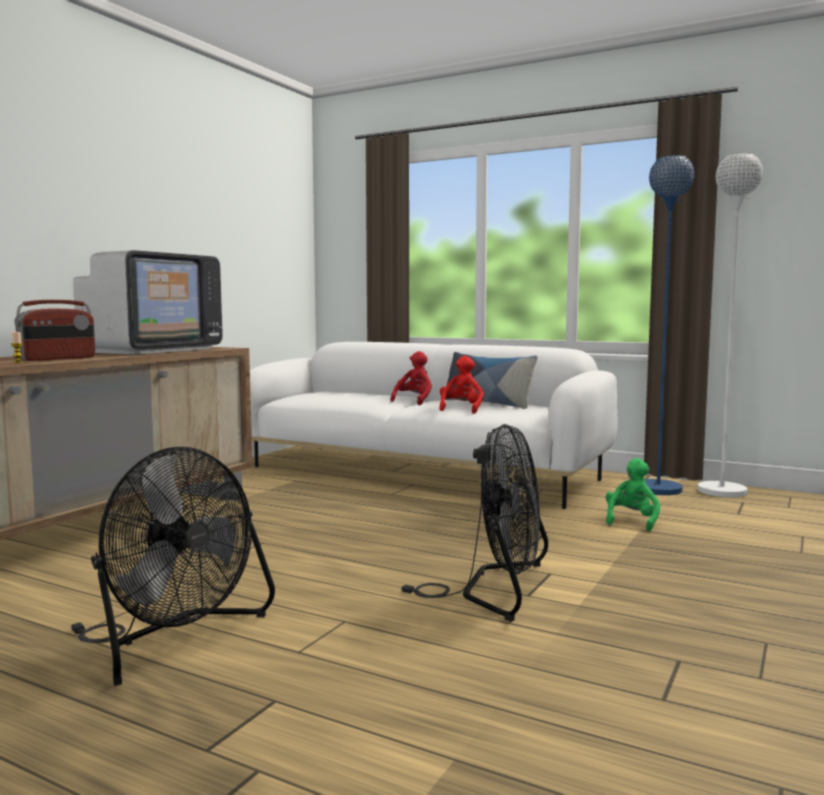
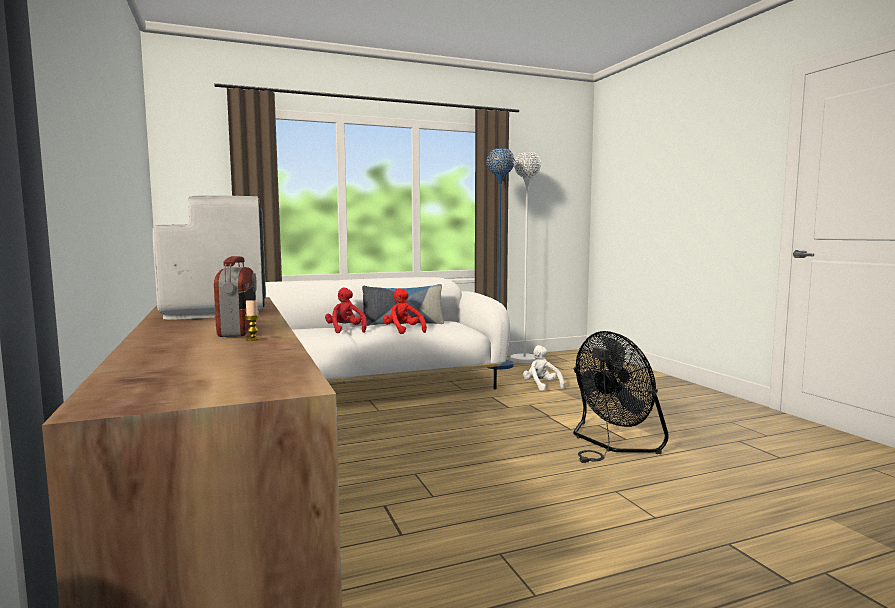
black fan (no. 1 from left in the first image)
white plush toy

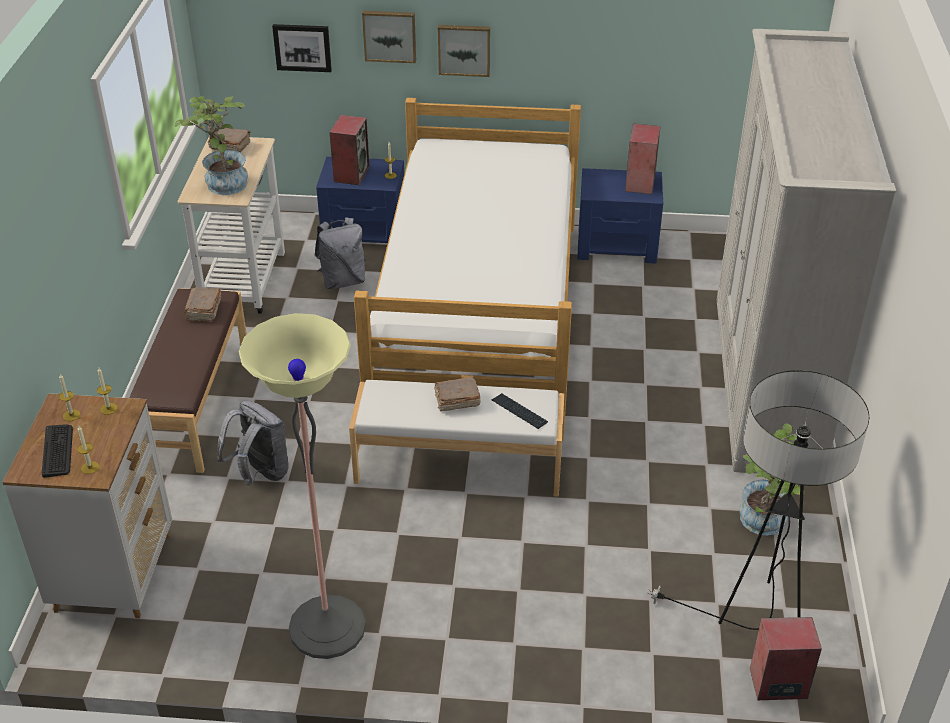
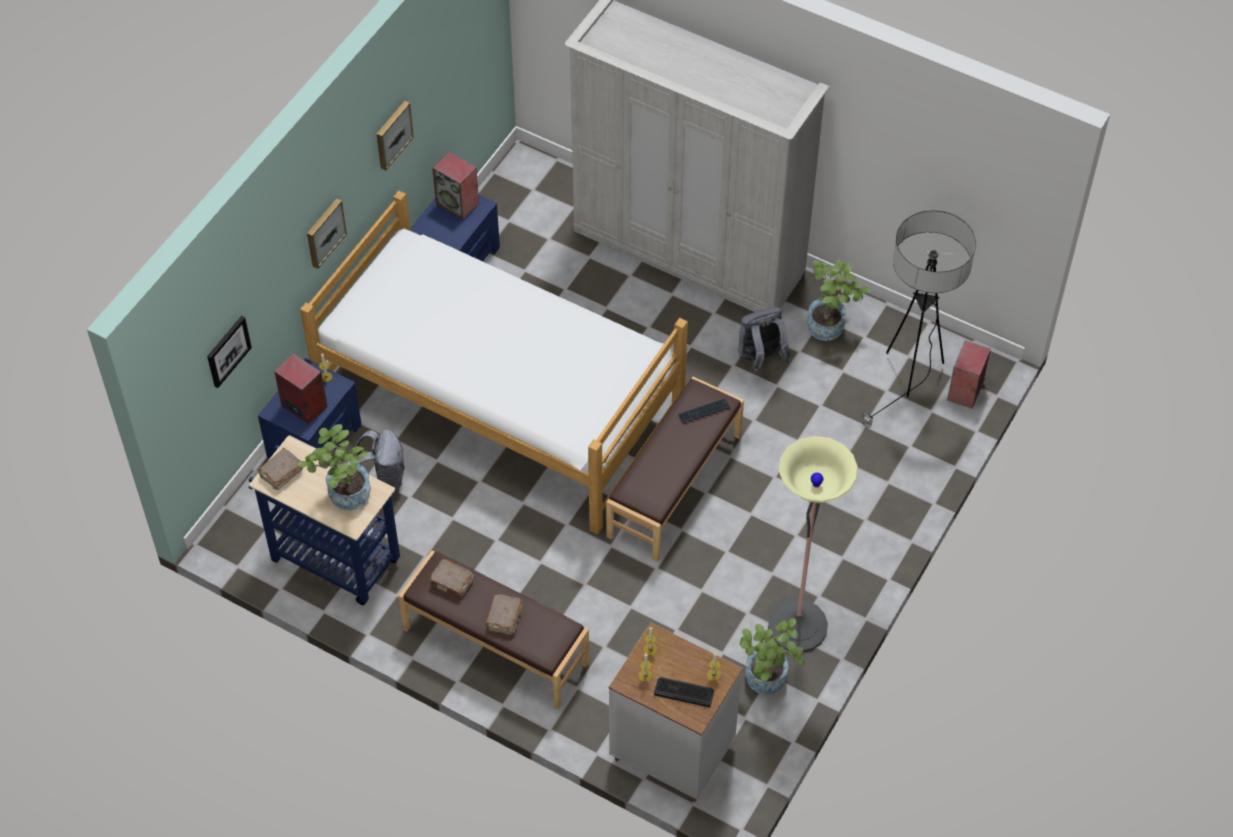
blue cart
grey backpack (no. 2 from left)
brown bench (no. 2 from left)
picture (no. 3 from left)
brown book (no. 3 from left)
potted plant (no. 2 from left)

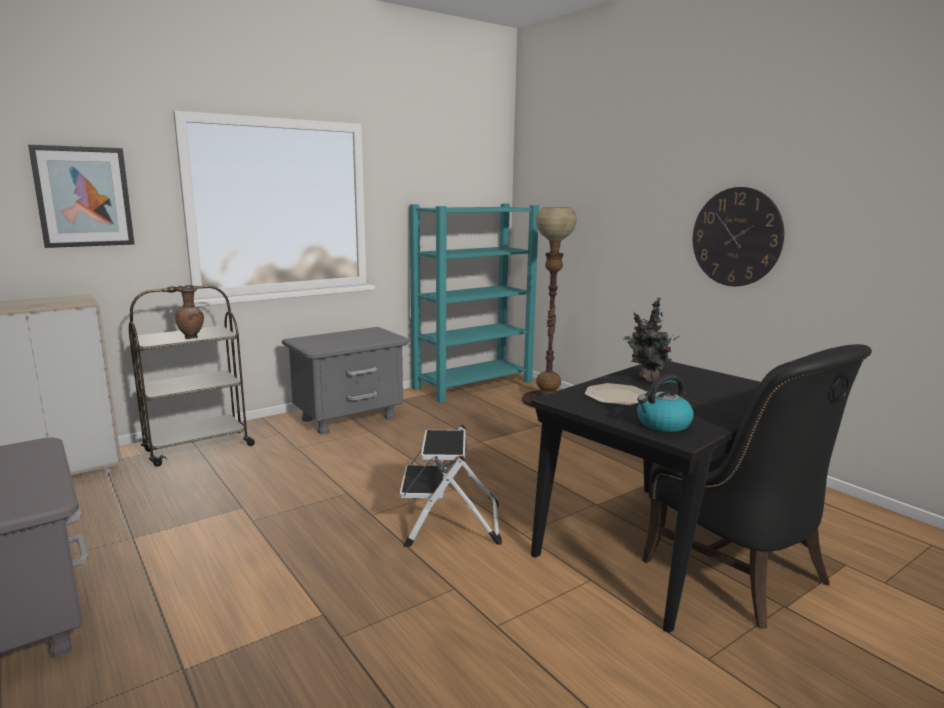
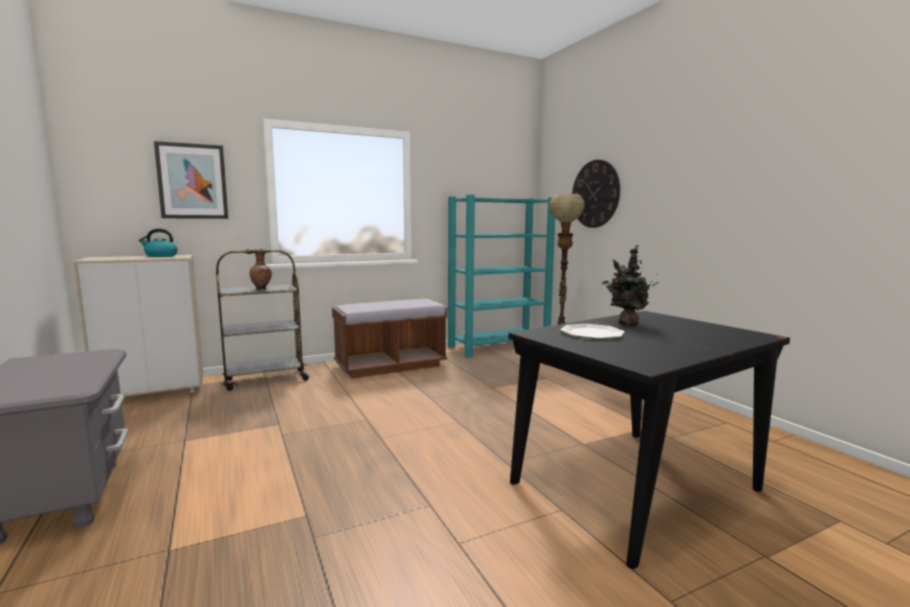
brown bench
step ladder
kettle
black chair
wall clock

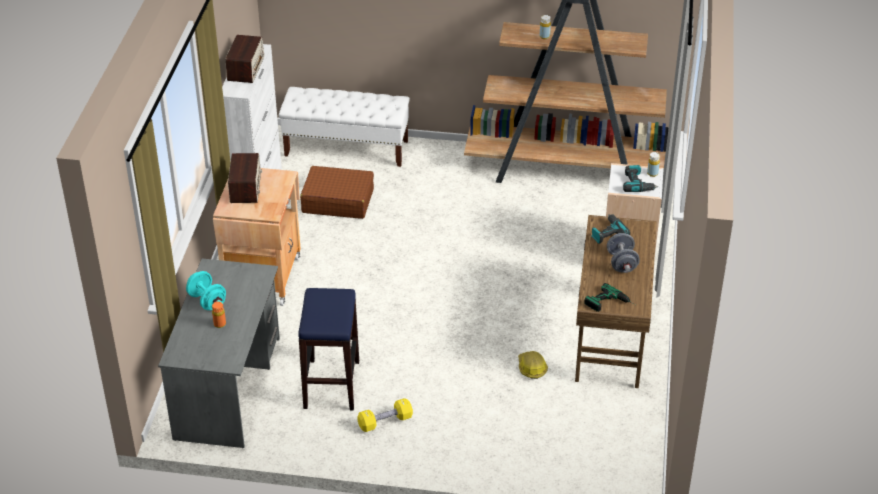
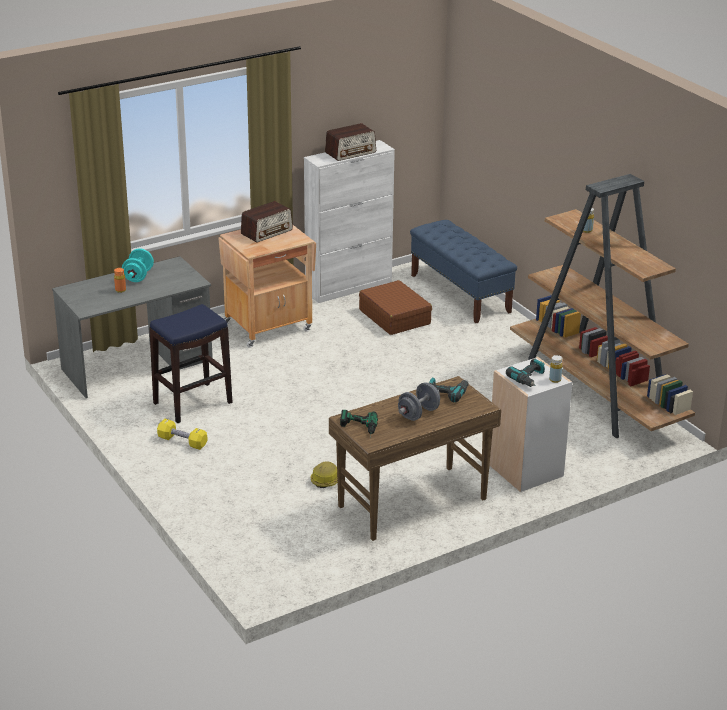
blue bench

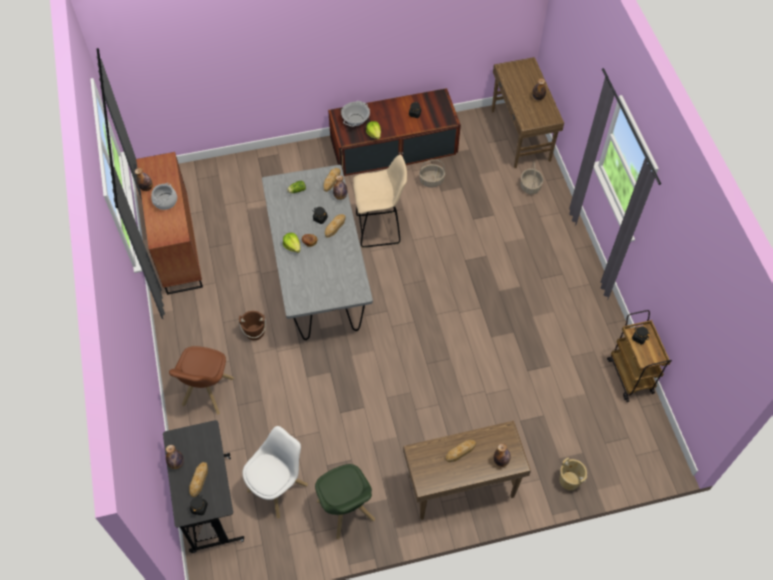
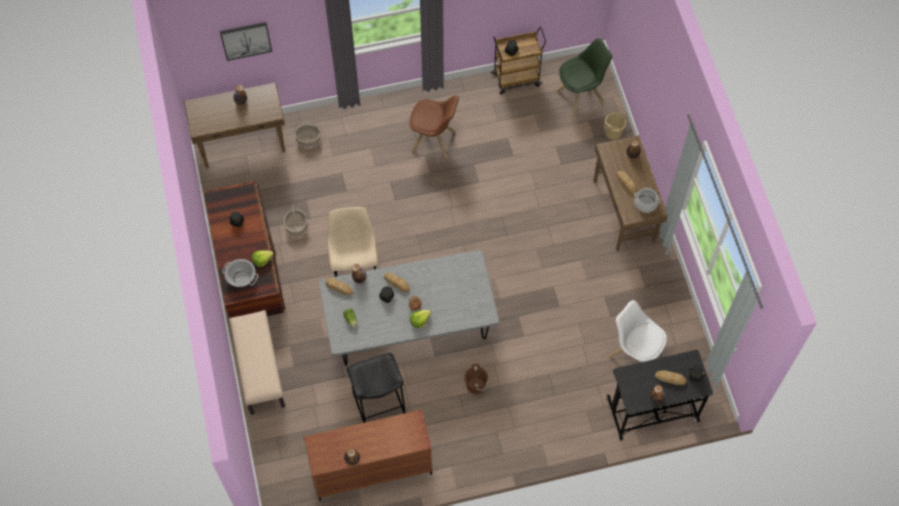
cooking pot (no. 2 from left)
brown chair
green chair
picture
beige bench
black stool

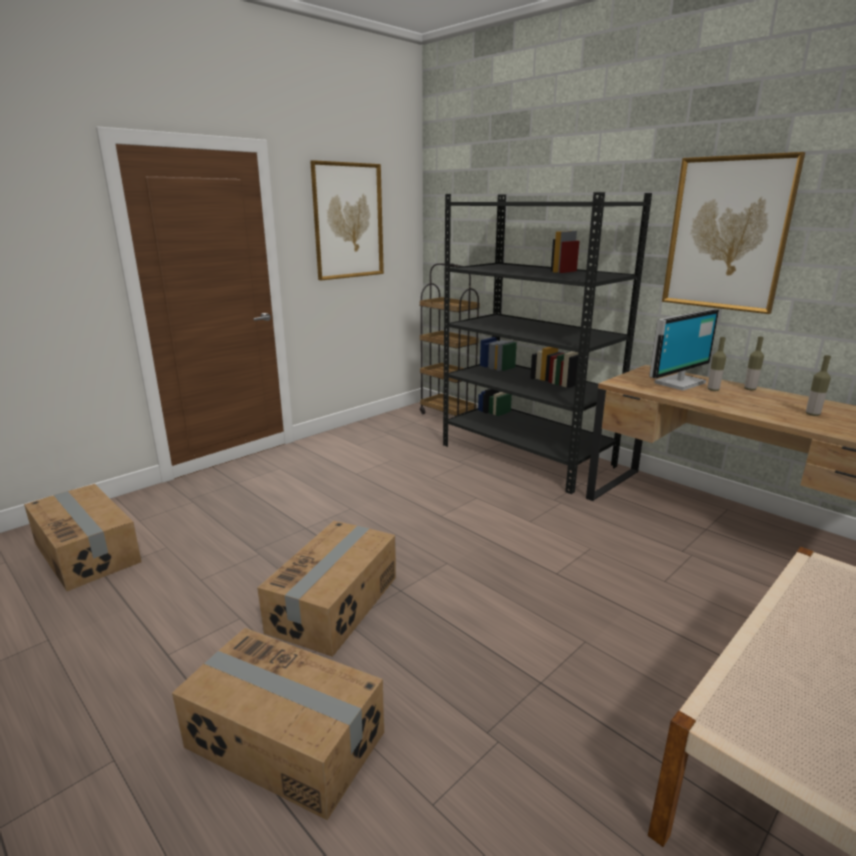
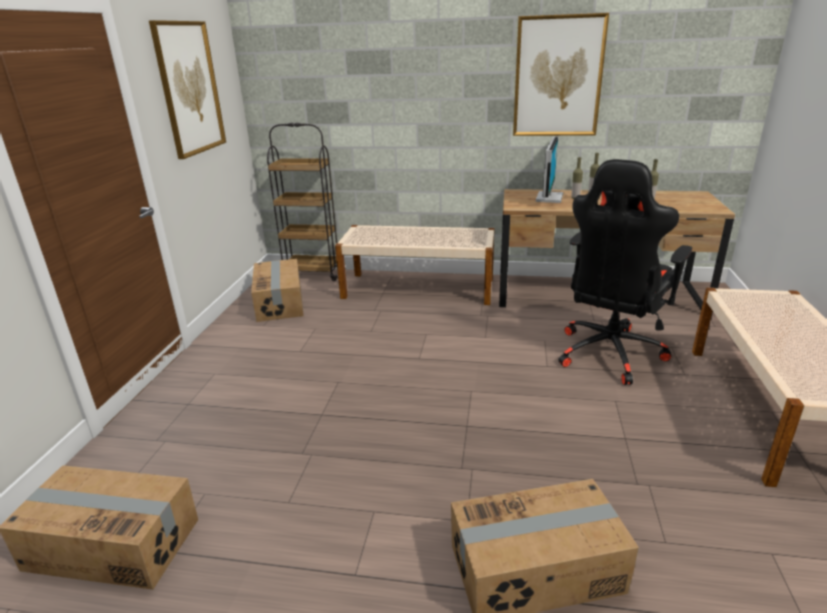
cardboard box (no. 2 from left)
beige bench (no. 1 from left)
black office chair

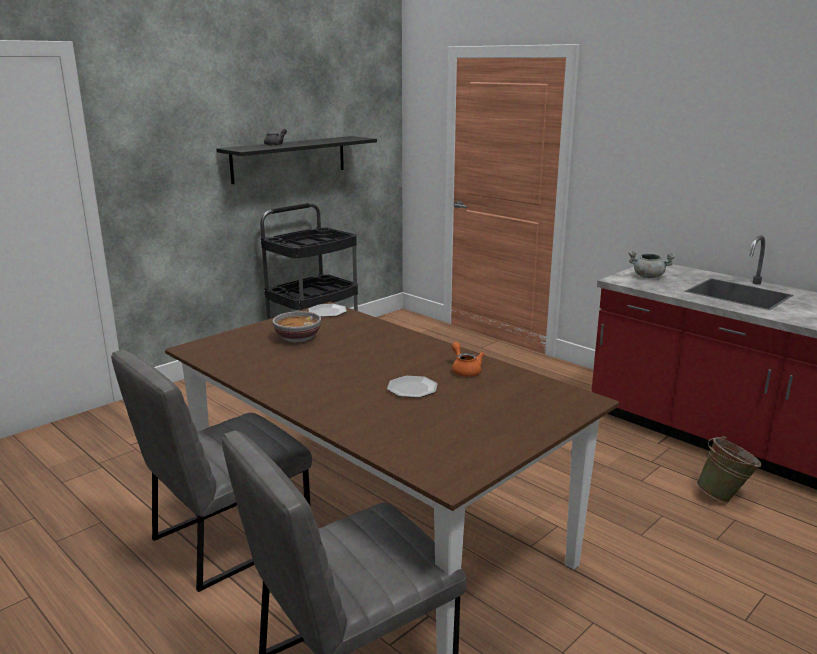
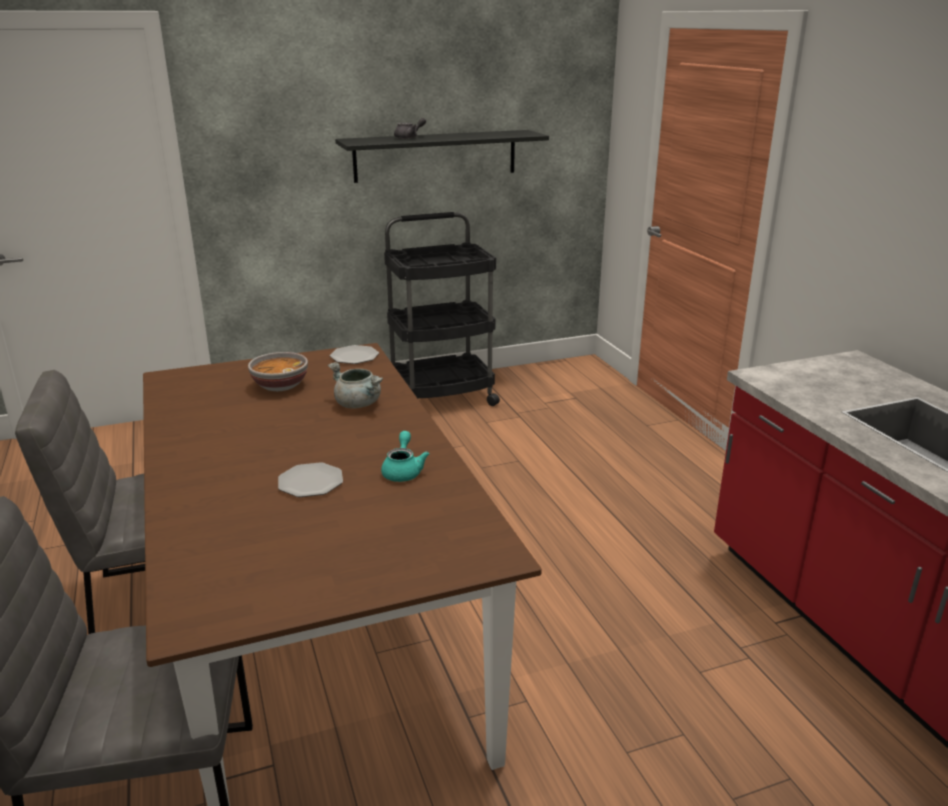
turquoise teapot
grey cooking pot
green bucket

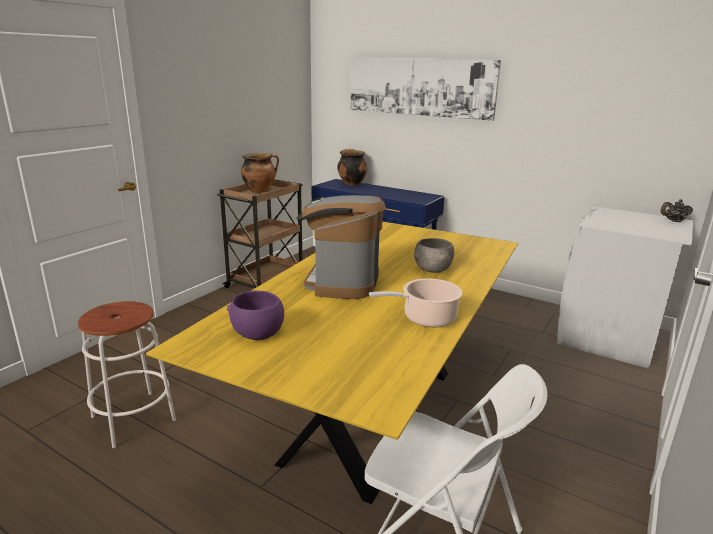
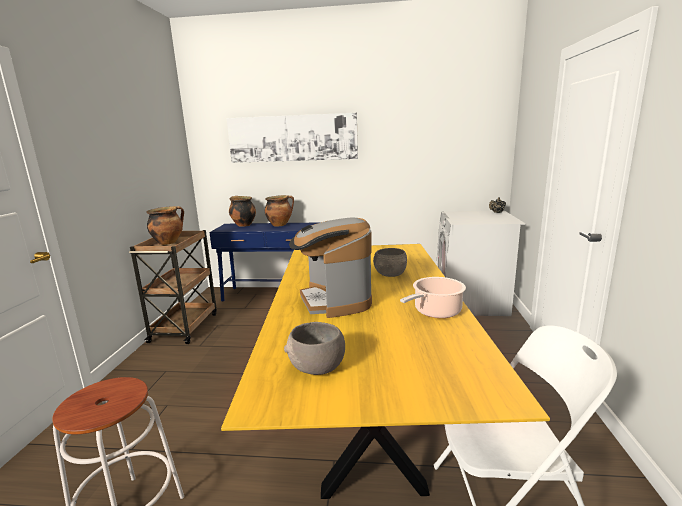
grey bowl (no. 1 from left)
cooking pot (no. 3 from left)

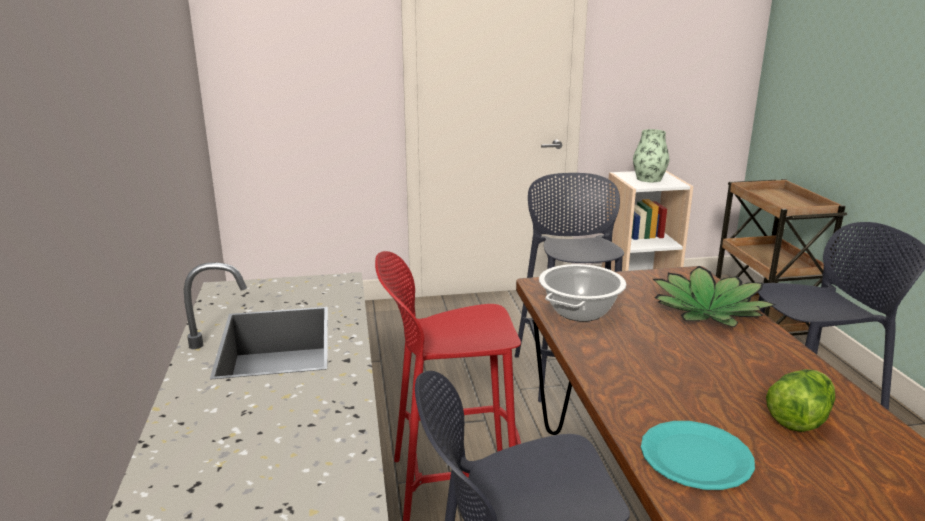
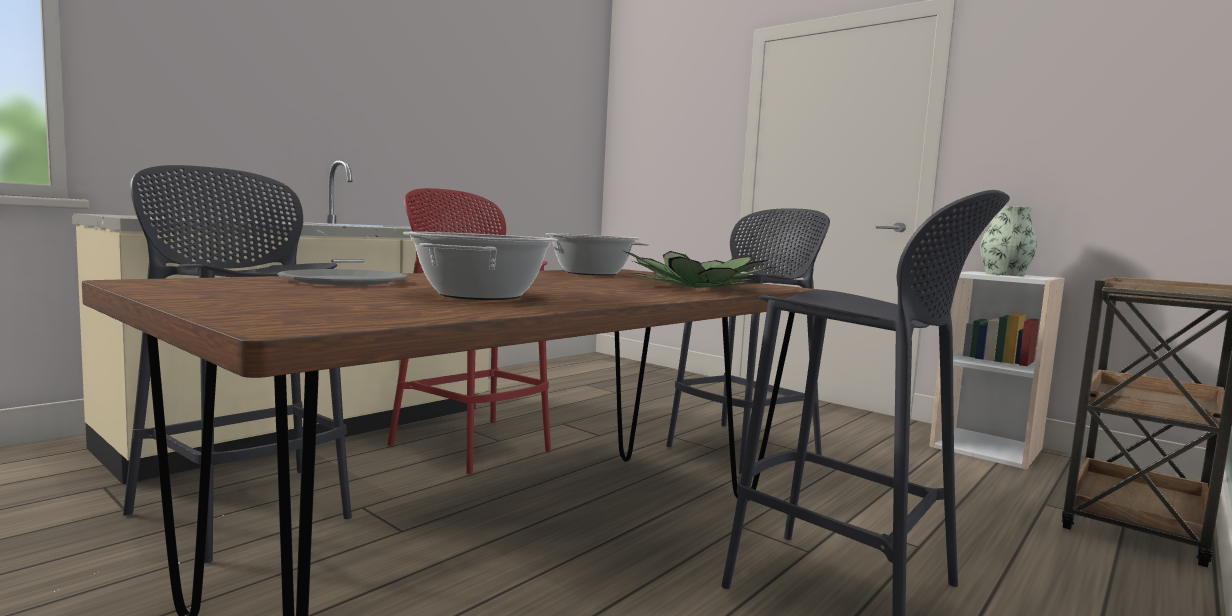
grey plate
cooking pot (no. 1 from left)

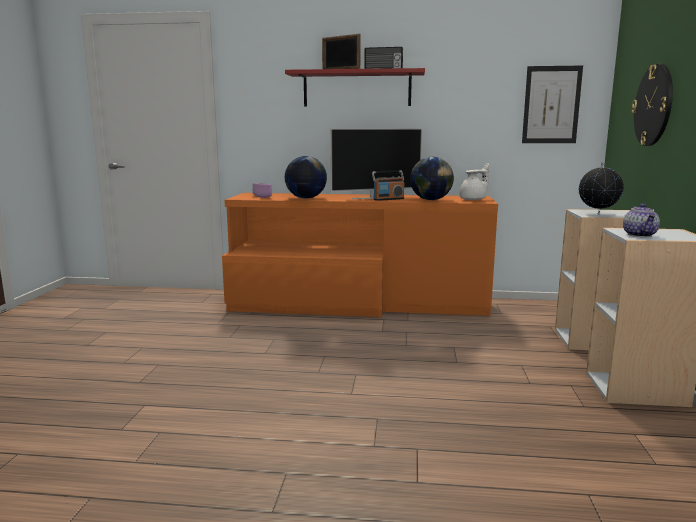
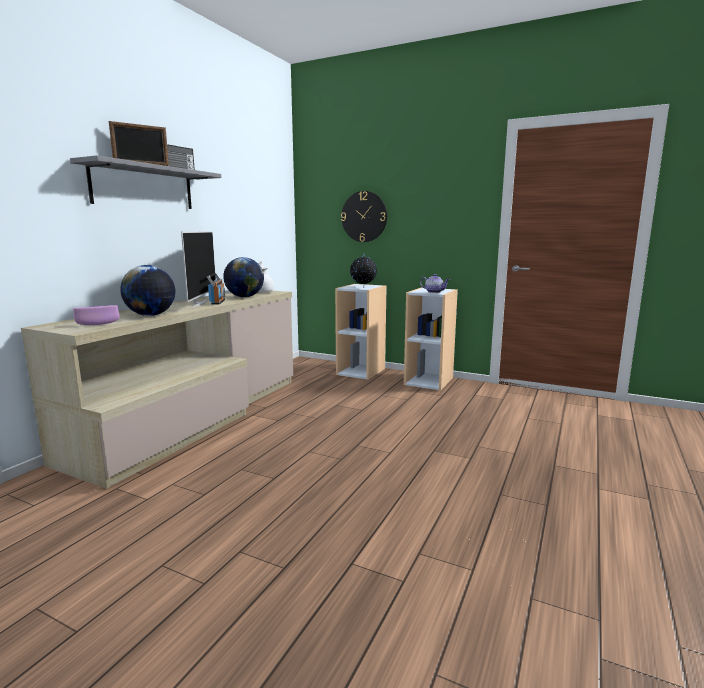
beige tv stand
grey shelf
picture

